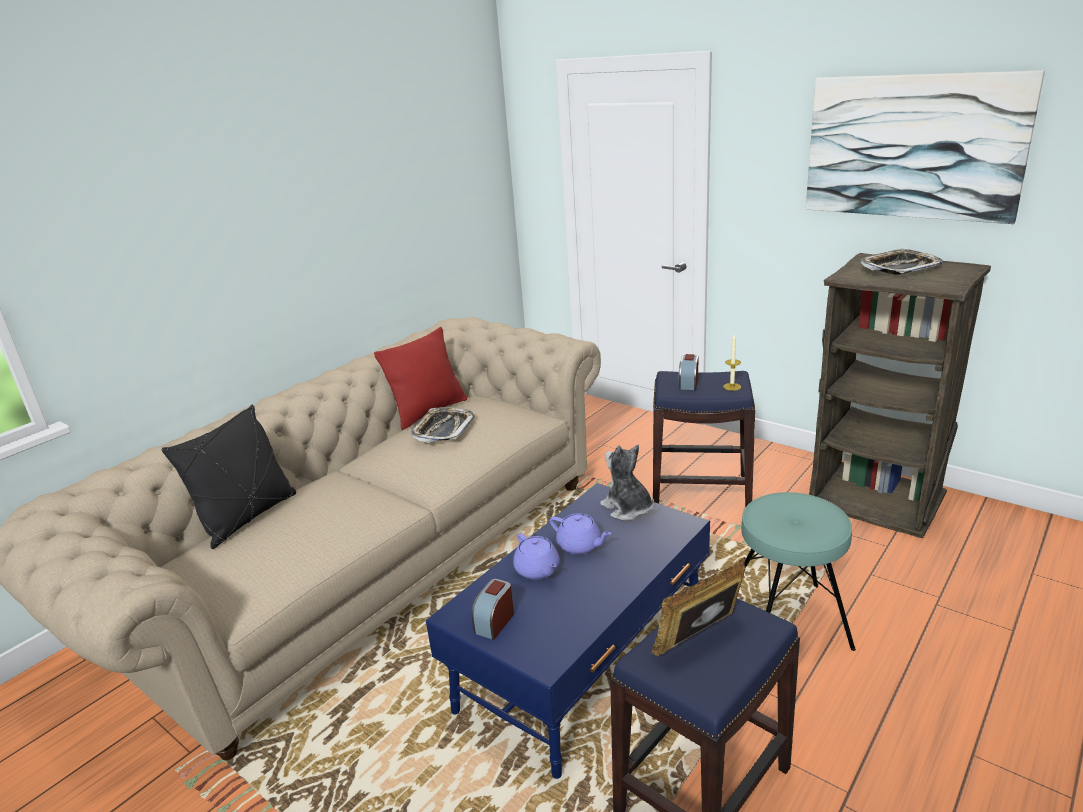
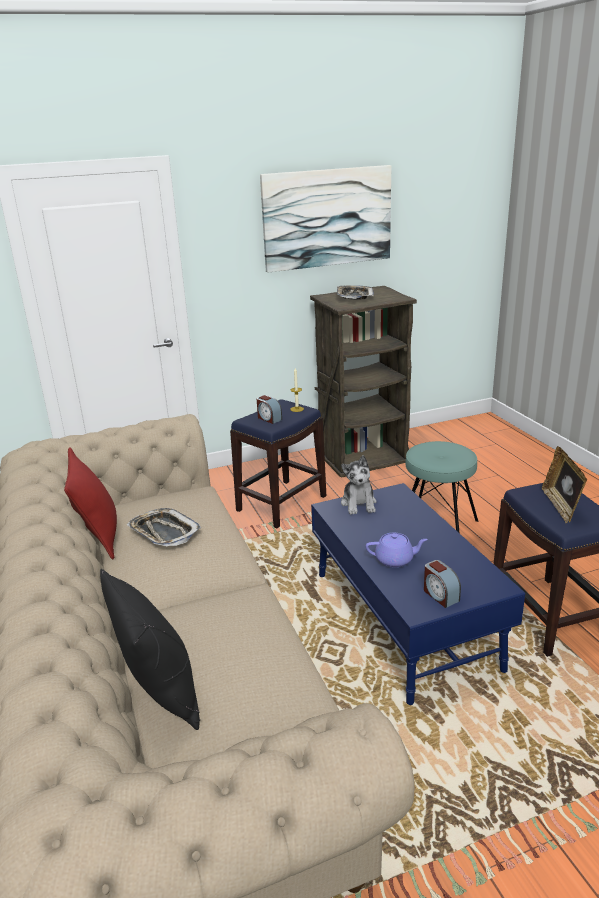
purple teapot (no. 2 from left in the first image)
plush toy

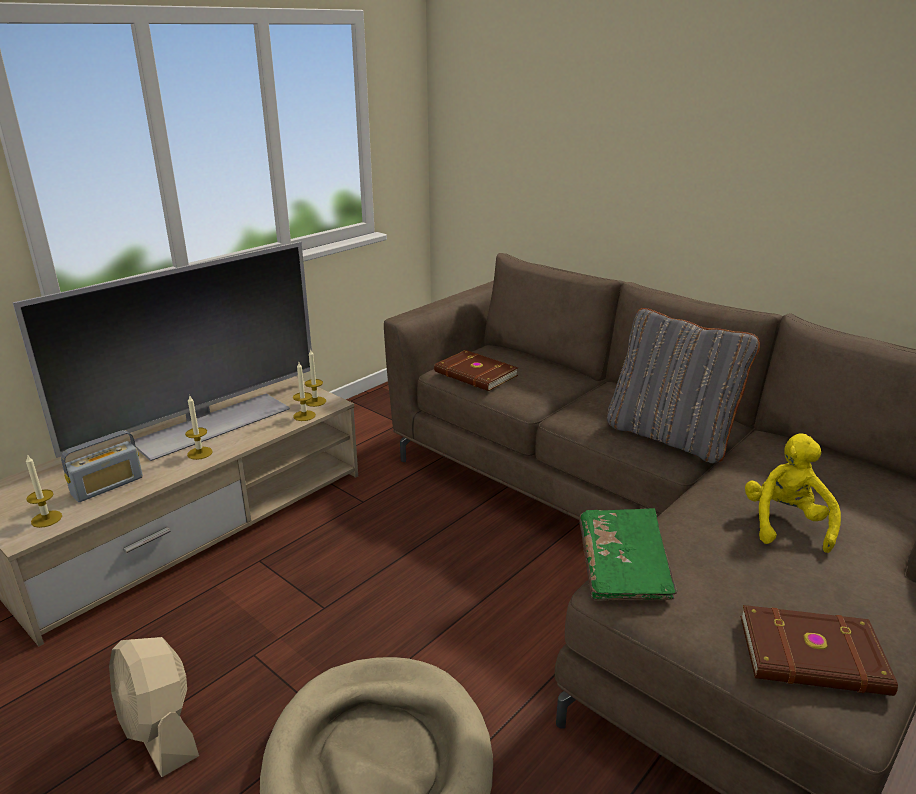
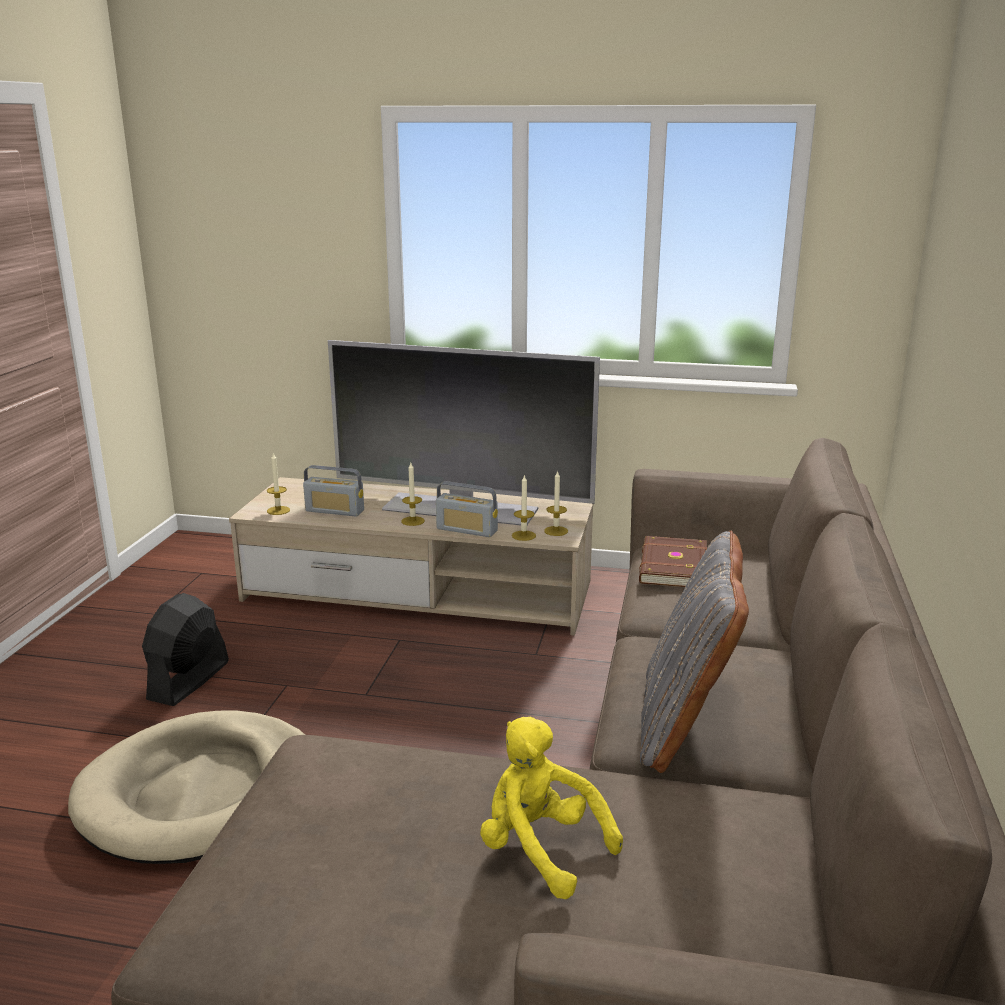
black fan
green book
brown book (no. 2 from left in the first image)
yellow plush toy
radio (no. 2 from left)

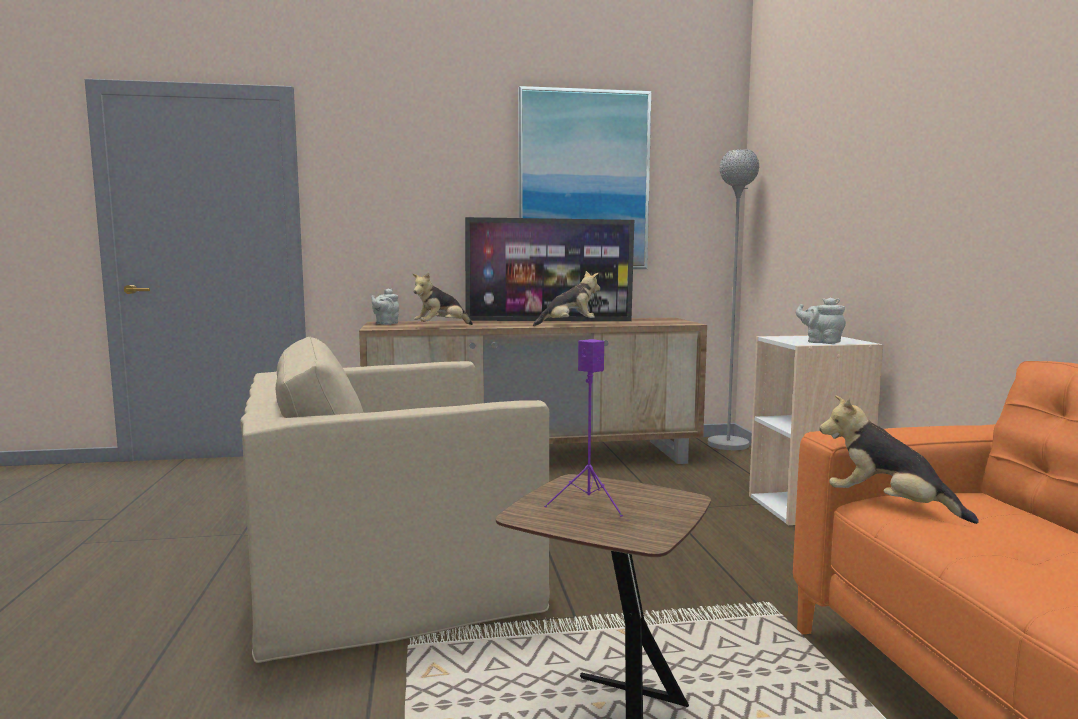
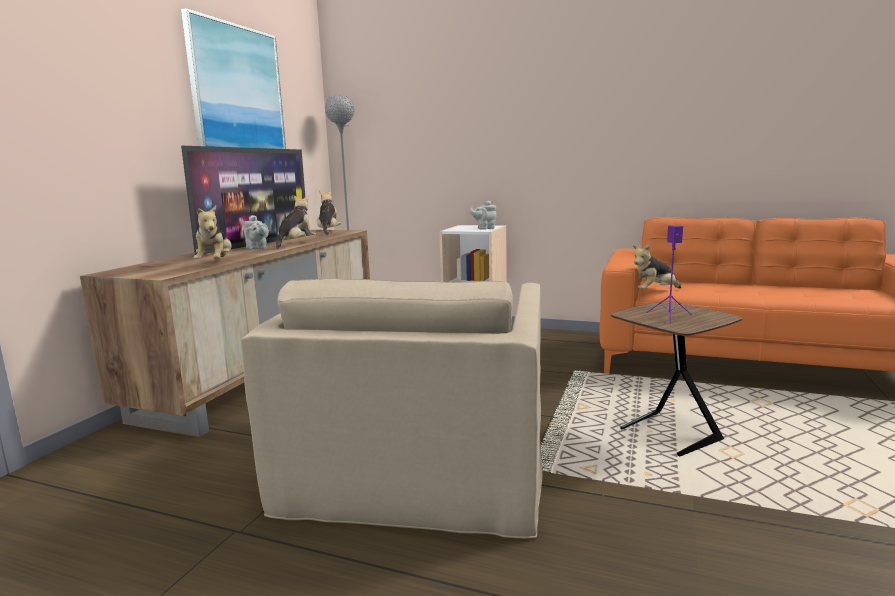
grey teapot (no. 1 from left)
plush toy (no. 3 from left)

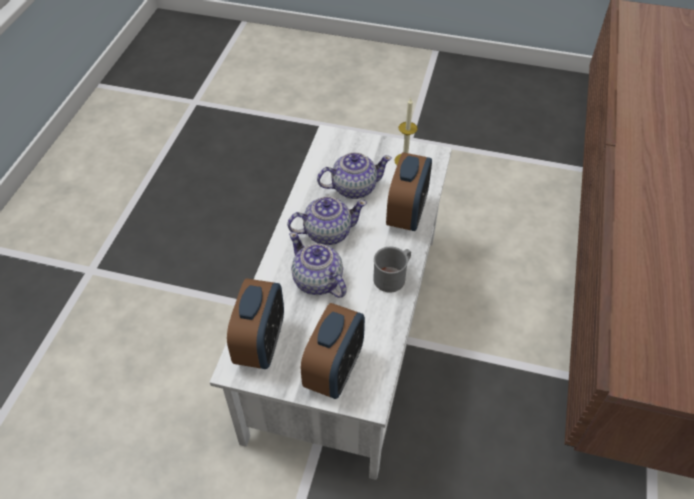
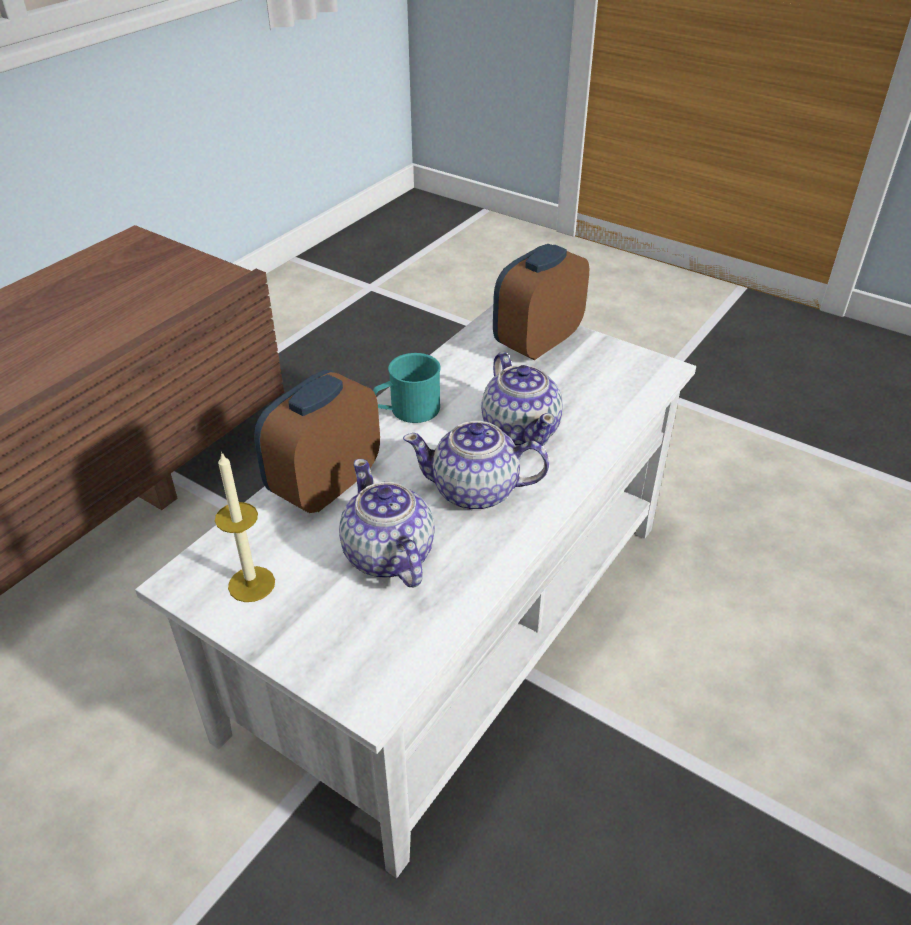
alarm clock (no. 1 from left in the first image)
teapot (no. 1 from left)
turquoise mug

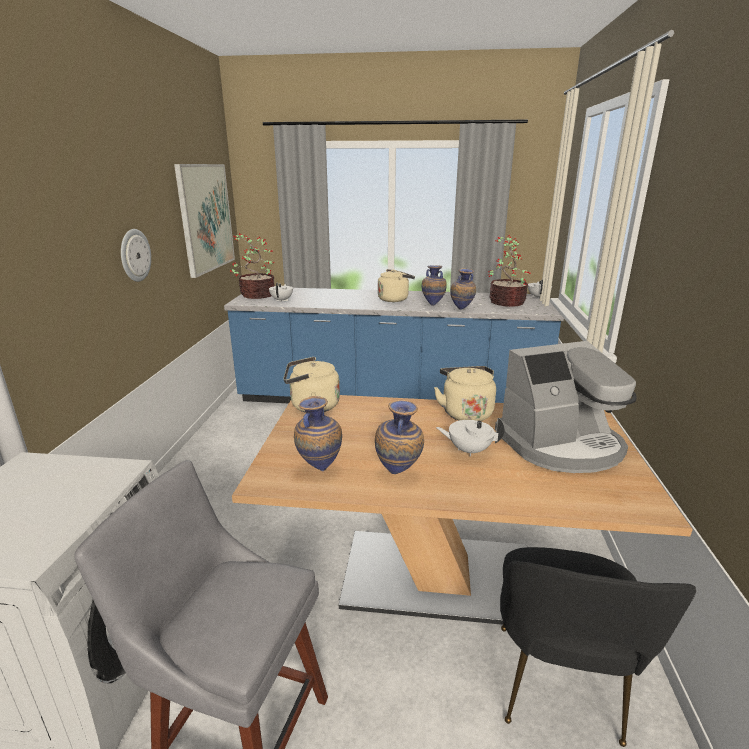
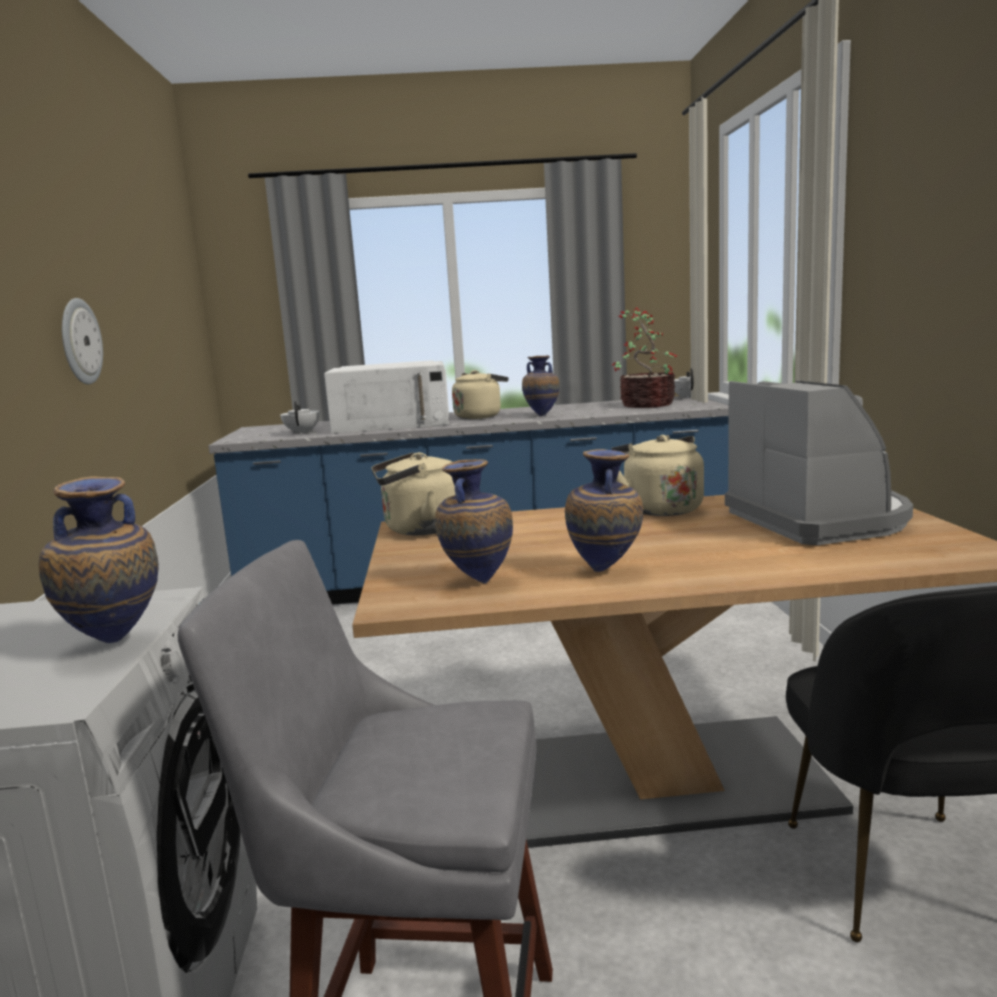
picture
potted plant (no. 1 from left in the first image)
white teapot (no. 2 from left in the first image)
vase (no. 1 from left)
coffee machine
white microwave

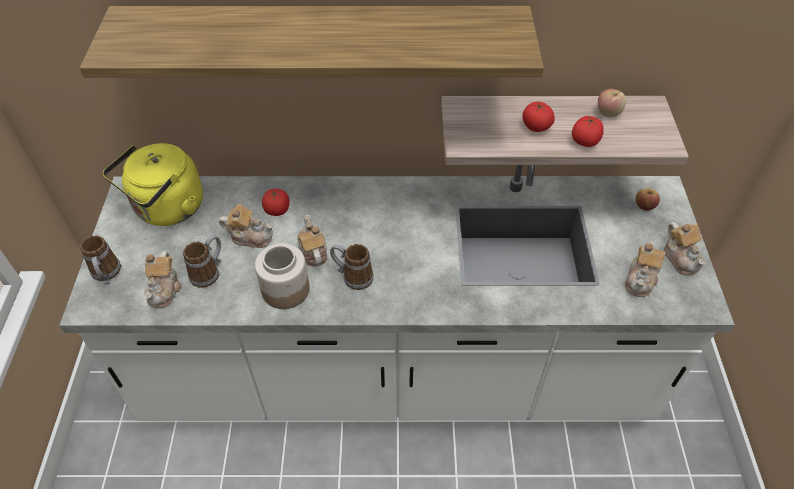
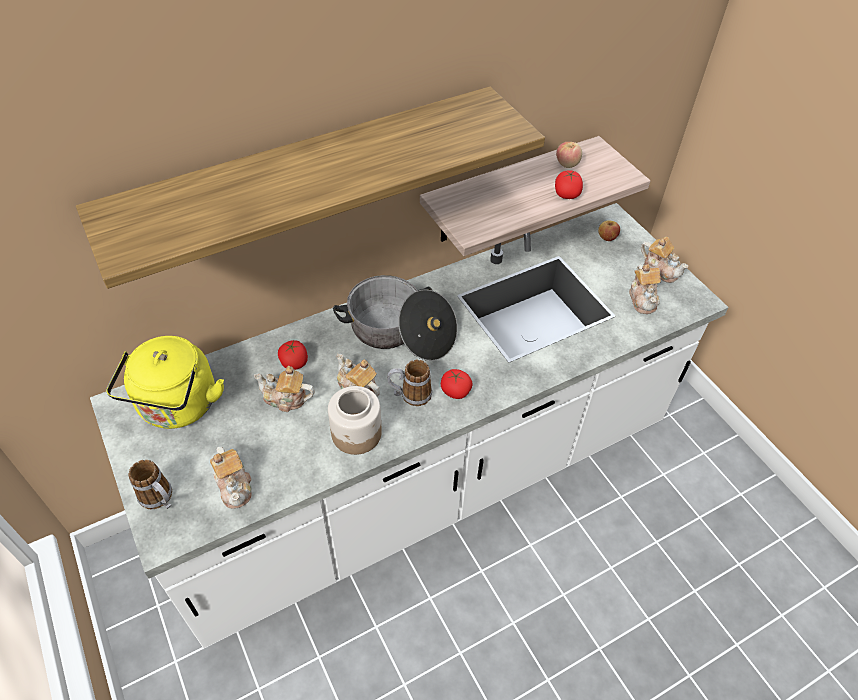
mug (no. 2 from left in the first image)
teapot (no. 2 from left)
tomato (no. 2 from left)
cooking pot

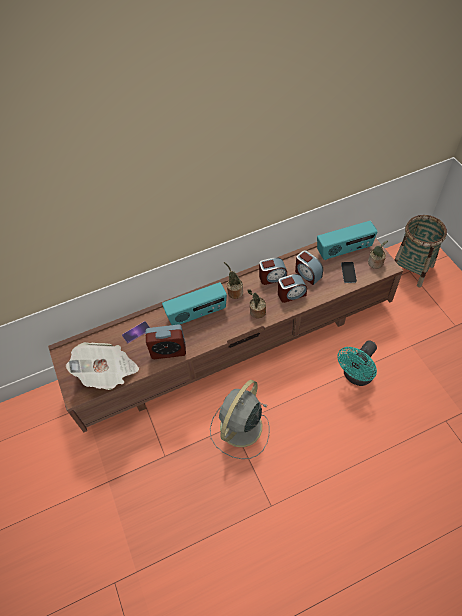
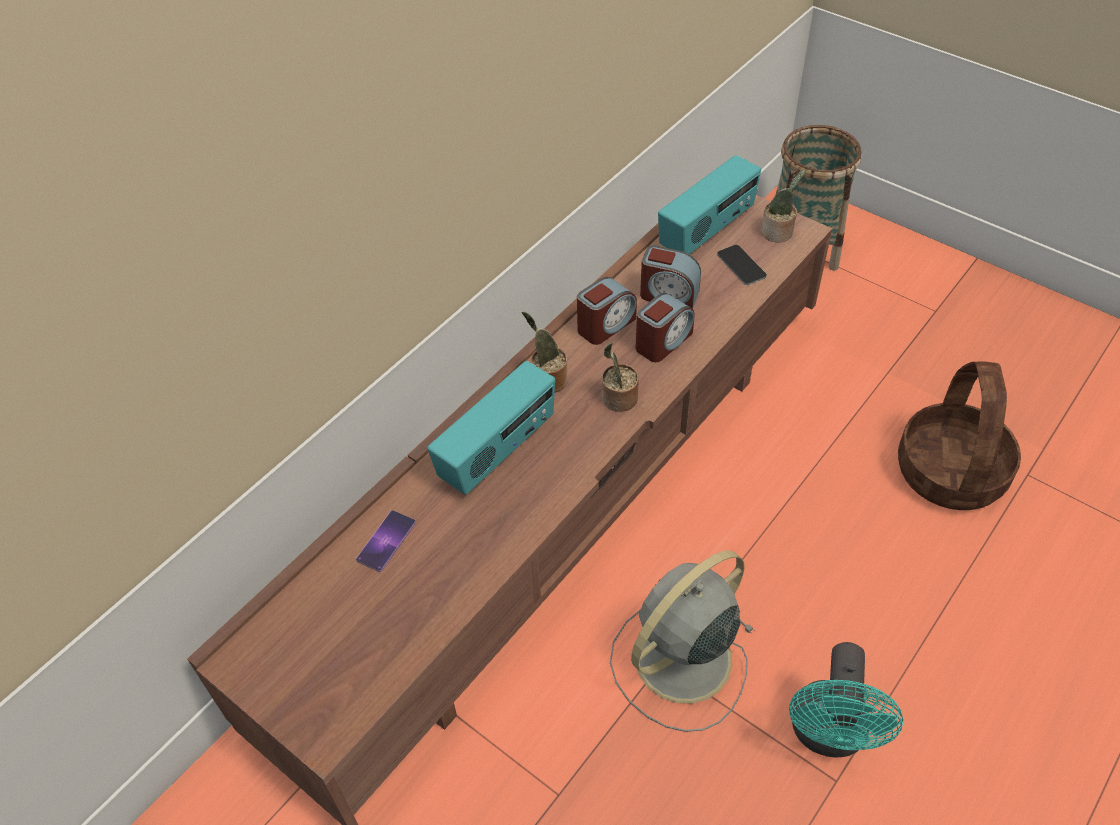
newspaper
alarm clock (no. 1 from left in the first image)
grey fan
turquoise fan
basket (no. 2 from left)

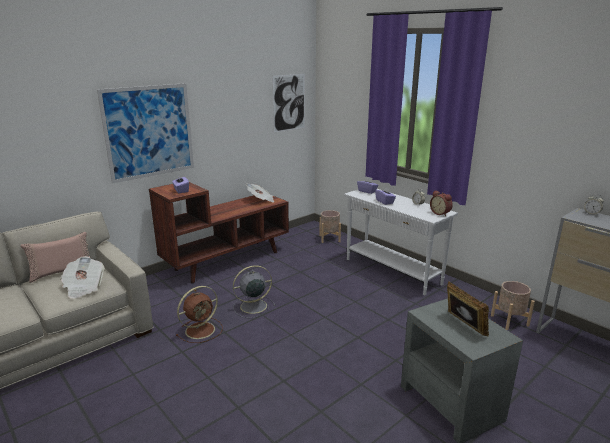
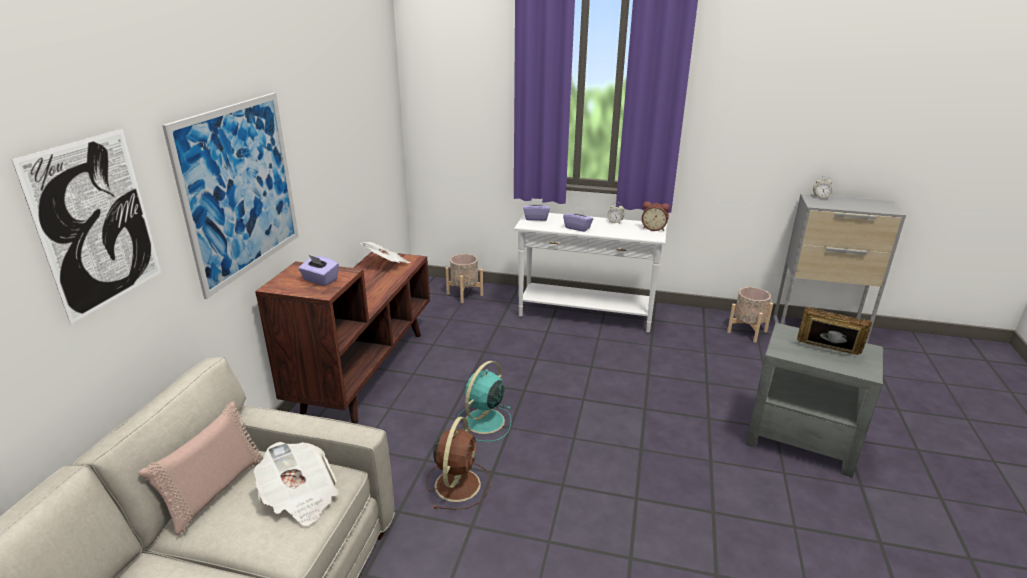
turquoise fan
picture (no. 1 from left)

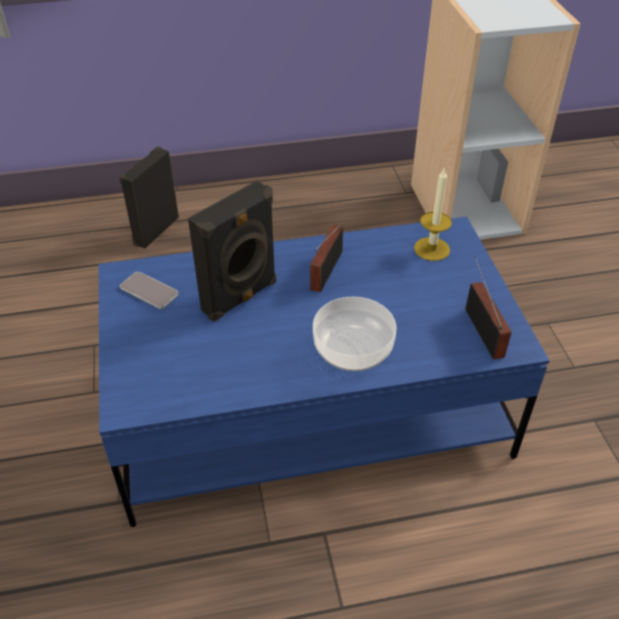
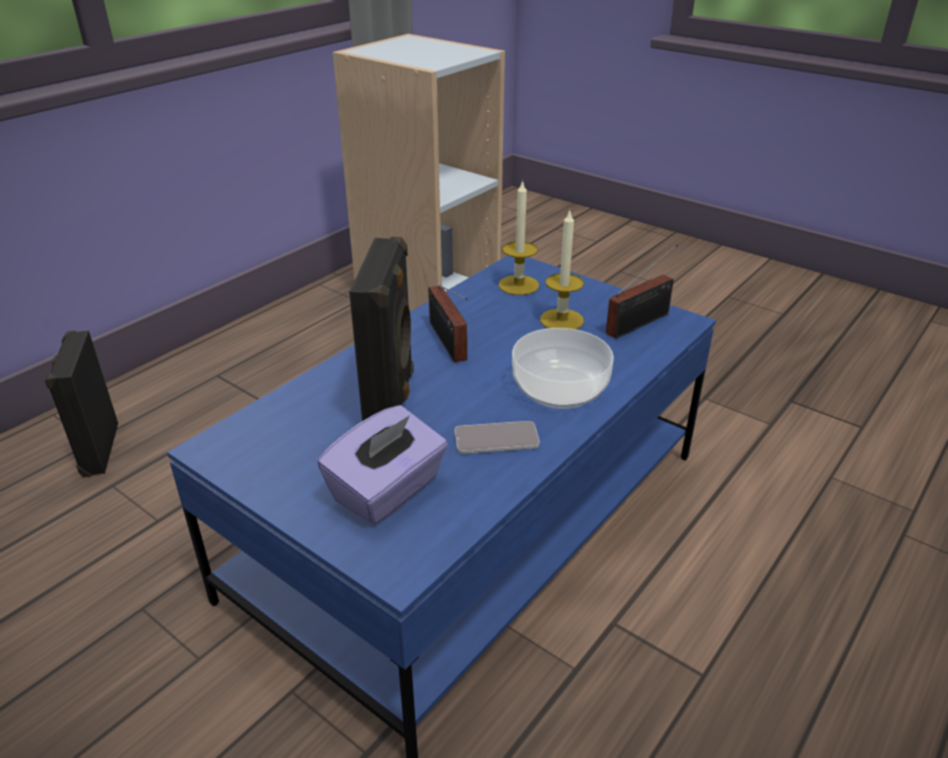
phone
radio (no. 2 from left)
purple tissue box
candle (no. 2 from left)

